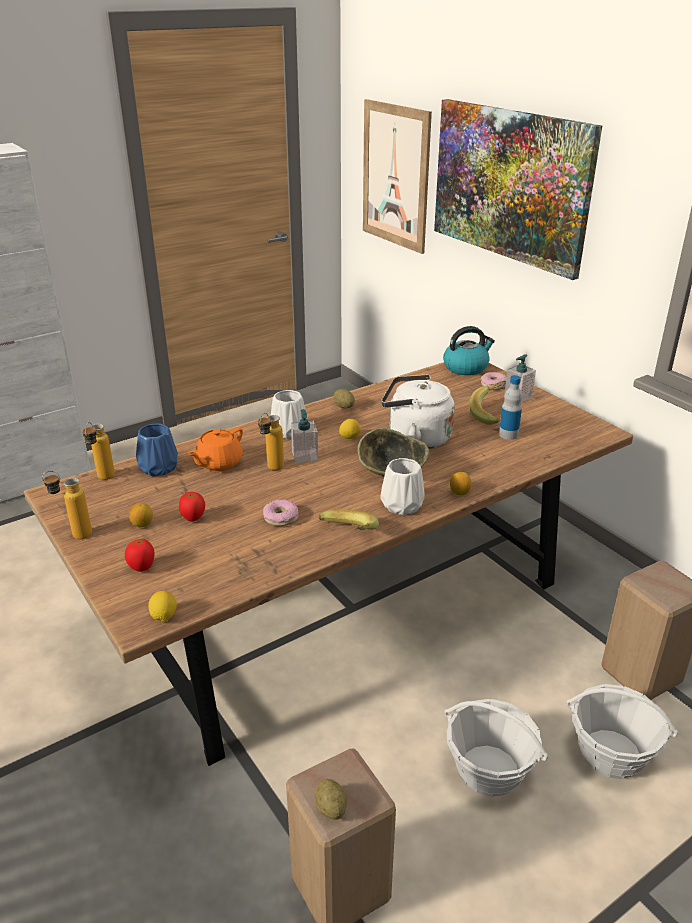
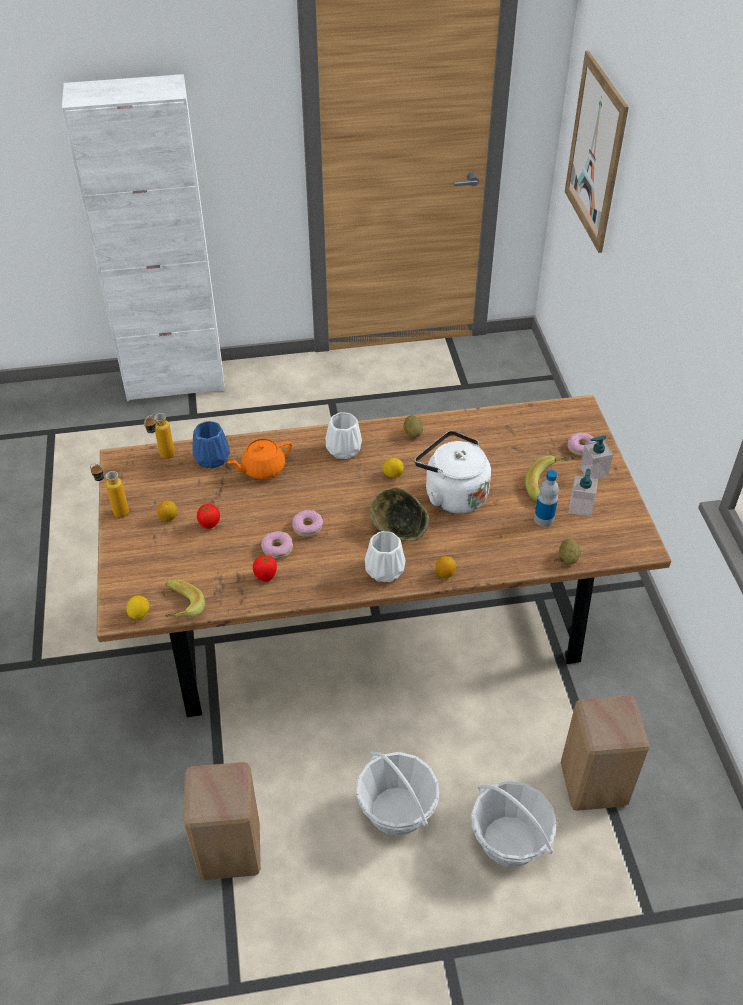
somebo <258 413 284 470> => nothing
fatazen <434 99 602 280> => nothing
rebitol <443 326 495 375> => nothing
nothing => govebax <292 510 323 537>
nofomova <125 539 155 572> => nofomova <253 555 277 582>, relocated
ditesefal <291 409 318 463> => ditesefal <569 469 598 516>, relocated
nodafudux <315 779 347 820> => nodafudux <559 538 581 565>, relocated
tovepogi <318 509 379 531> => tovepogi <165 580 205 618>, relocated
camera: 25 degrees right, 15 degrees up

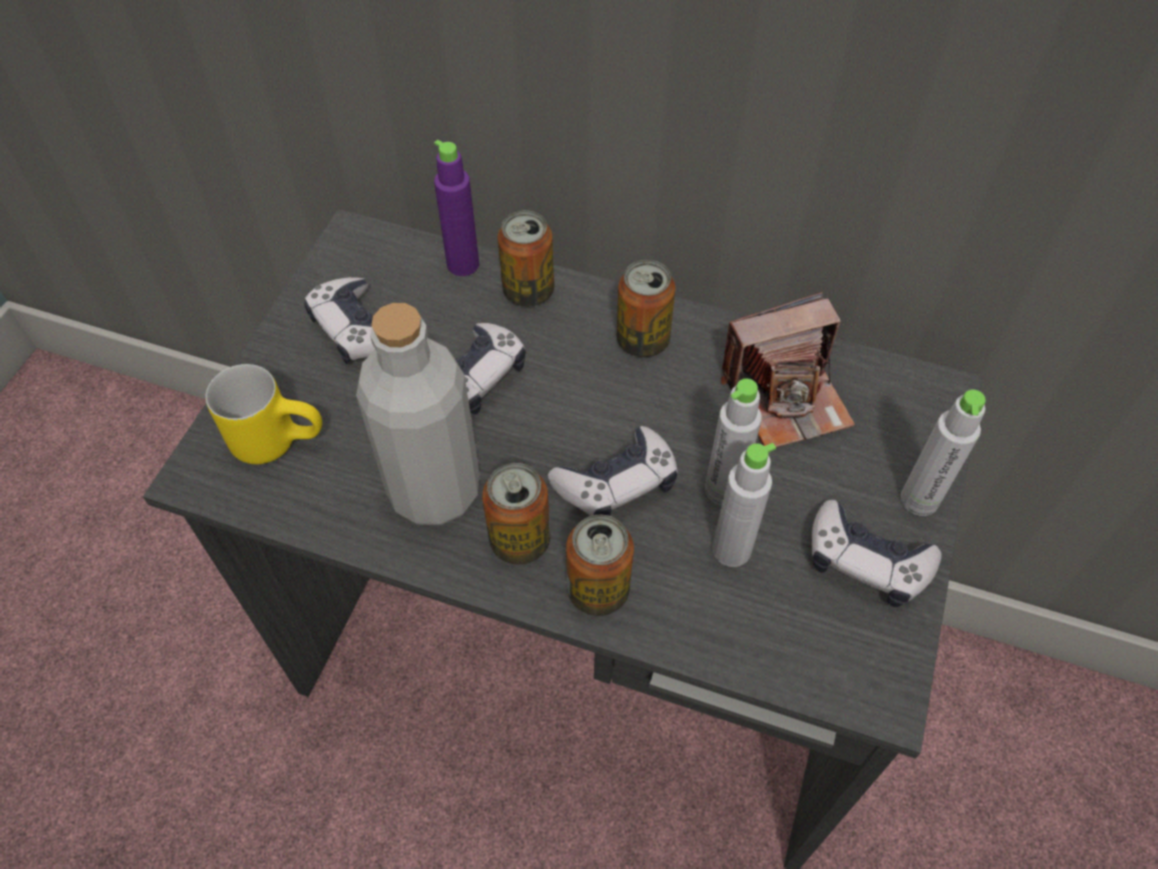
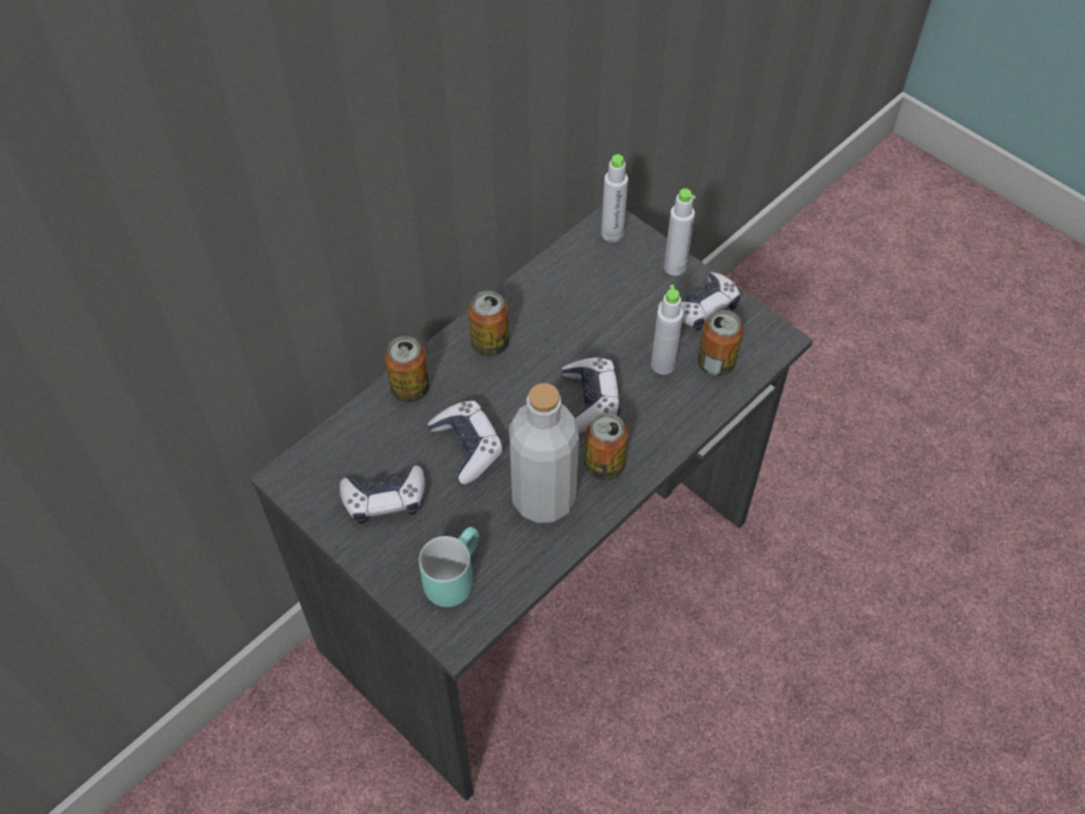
purple somebo <434 140 479 276> => nothing
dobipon <721 292 855 448> => nothing
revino <566 514 634 616> => revino <698 310 744 376>, relocated
grey somebo <705 378 762 505> => grey somebo <601 154 628 242>, relocated
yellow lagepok <205 364 322 464> => turquoise lagepok <419 527 479 607>
camera: 65 degrees left, 0 degrees up

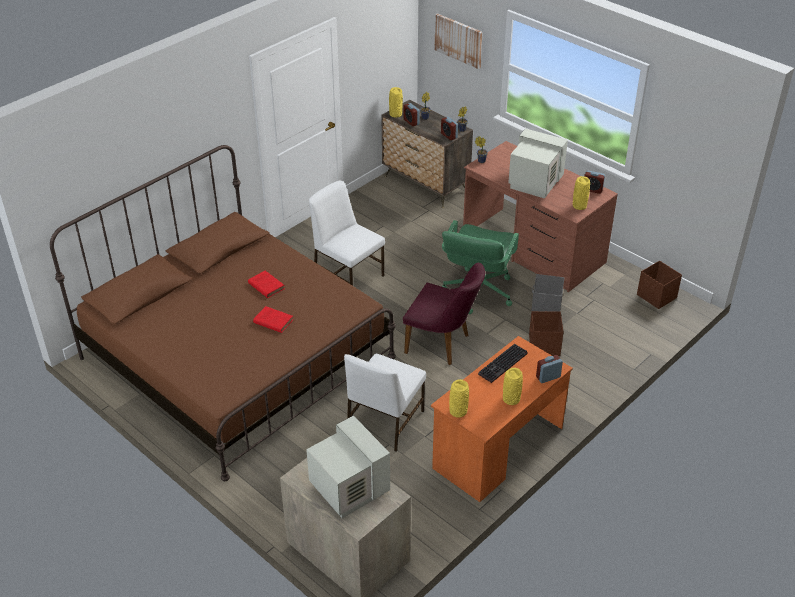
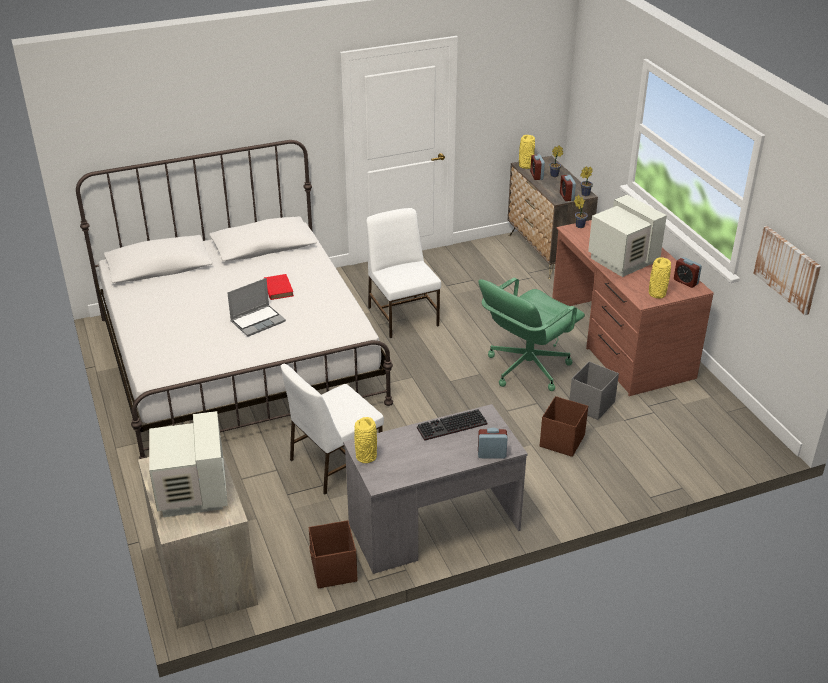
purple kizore <403 263 485 365> => nothing
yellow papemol <503 368 523 405> => nothing
fatazen <435 13 483 69> => fatazen <753 226 821 315>, relocated
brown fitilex <637 261 682 309> => brown fitilex <309 520 358 588>, relocated
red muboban <253 306 293 333> => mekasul <227 278 286 337>
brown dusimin <50 145 396 481> => white dusimin <76 140 393 459>
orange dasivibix <431 336 573 502> => grey dasivibix <343 404 528 574>
camera: 25 degrees right, 5 degrees down

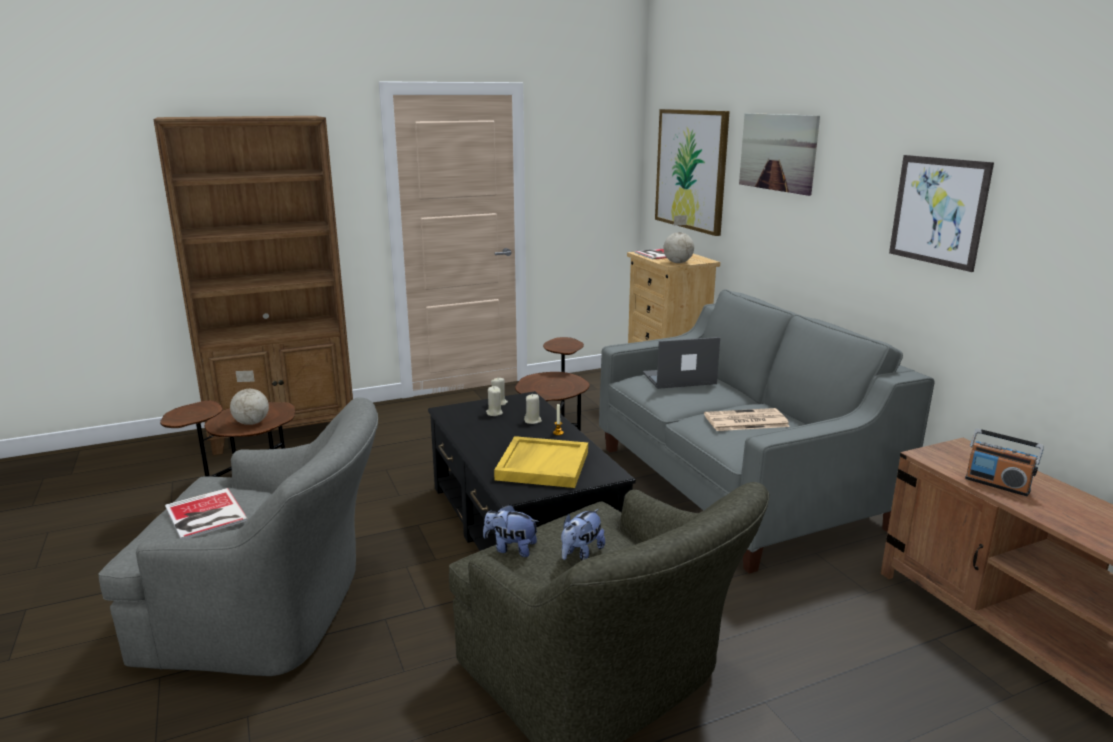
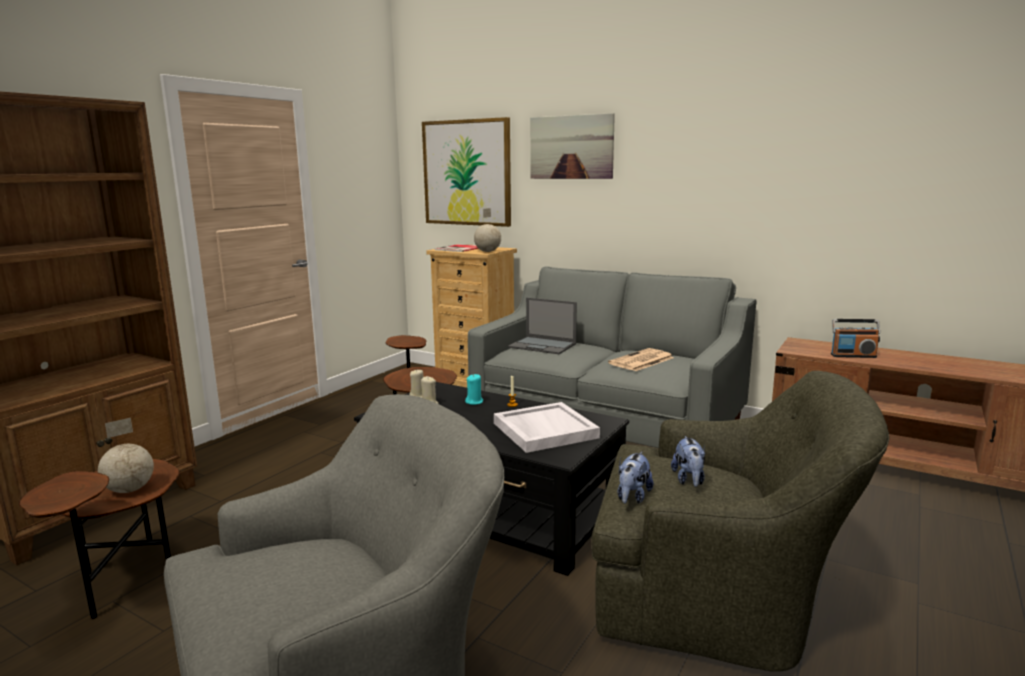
muboban <165 488 248 538> => nothing
fatazen <889 155 994 272> => nothing
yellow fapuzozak <494 436 588 488> => white fapuzozak <494 402 600 453>
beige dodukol <524 394 542 424> => turquoise dodukol <465 374 483 405>
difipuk <483 504 539 557> => difipuk <618 452 653 504>, 45 degrees counterclockwise
mekasul <643 337 720 389> => mekasul <508 298 577 354>, 105 degrees counterclockwise
camera: 35 degrees left, 5 degrees down

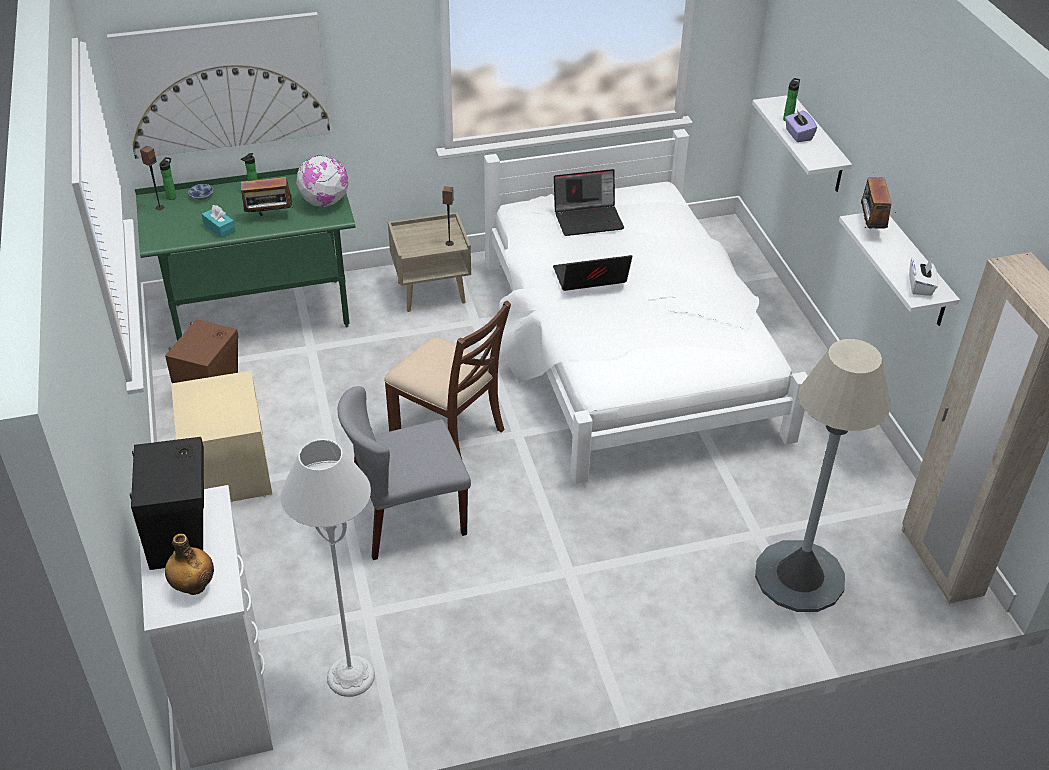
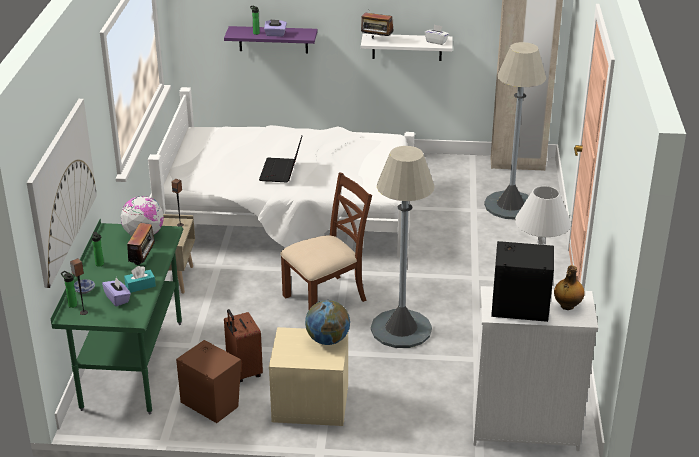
mekasul <554 169 624 236> => nothing
nothing => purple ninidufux <102 278 131 307>
nothing => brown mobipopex <224 309 263 382>
nothing => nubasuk <305 300 350 345>
grey kizore <338 386 471 560> => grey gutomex <371 146 435 348>
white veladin <752 95 852 192> => purple veladin <224 26 317 53>
camera: 70 degrees left, 10 degrees down

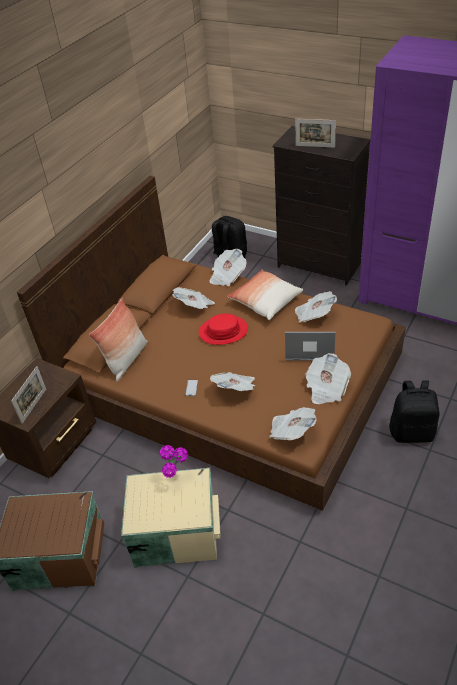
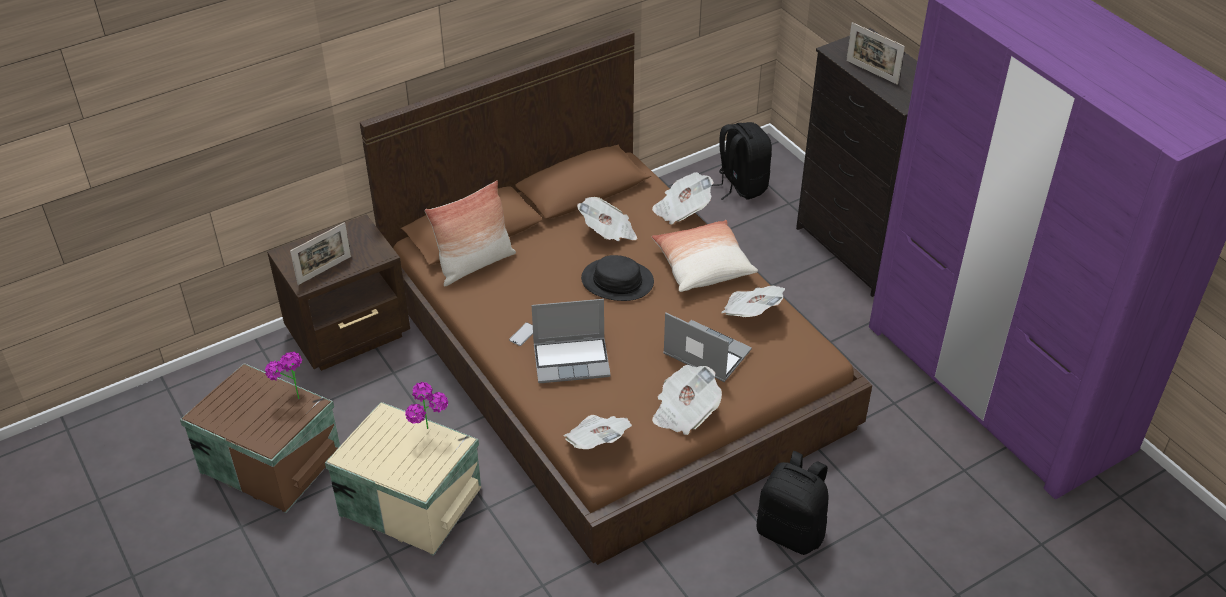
nothing => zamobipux <265 352 302 399>
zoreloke <210 372 255 391> => mekasul <531 299 611 383>
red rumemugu <199 314 248 345> => black rumemugu <581 255 654 301>
camera: 25 degrees right, 0 degrees up

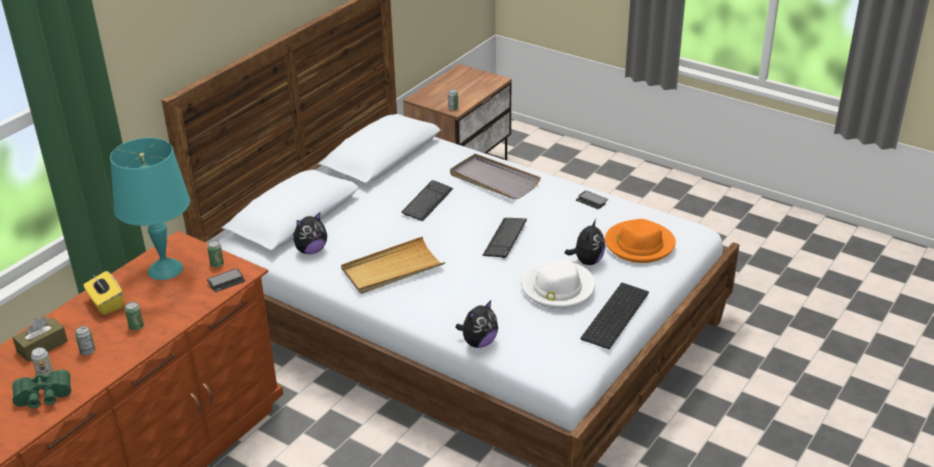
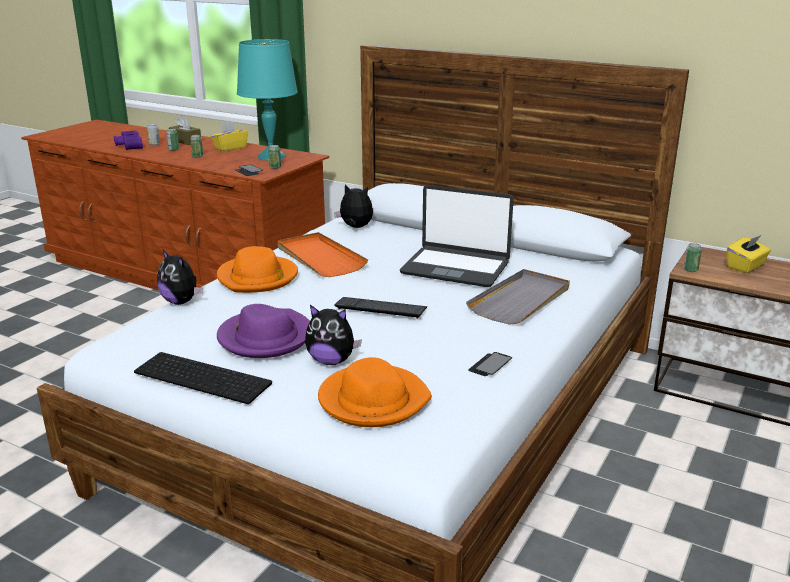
nothing => orange rumemugu <217 246 298 293>
nothing => yellow ninidufux <727 235 771 273>
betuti <402 180 453 221> => mekasul <400 185 514 287>
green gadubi <12 370 71 408> => purple gadubi <114 130 143 150>
beige fapuzozak <341 236 445 294> => orange fapuzozak <278 232 368 277>
white rumemugu <521 259 595 309> => purple rumemugu <217 304 310 358>
difipuk <293 212 327 254> => difipuk <334 184 373 228>, 150 degrees clockwise
camera: 85 degrees right, 10 degrees down

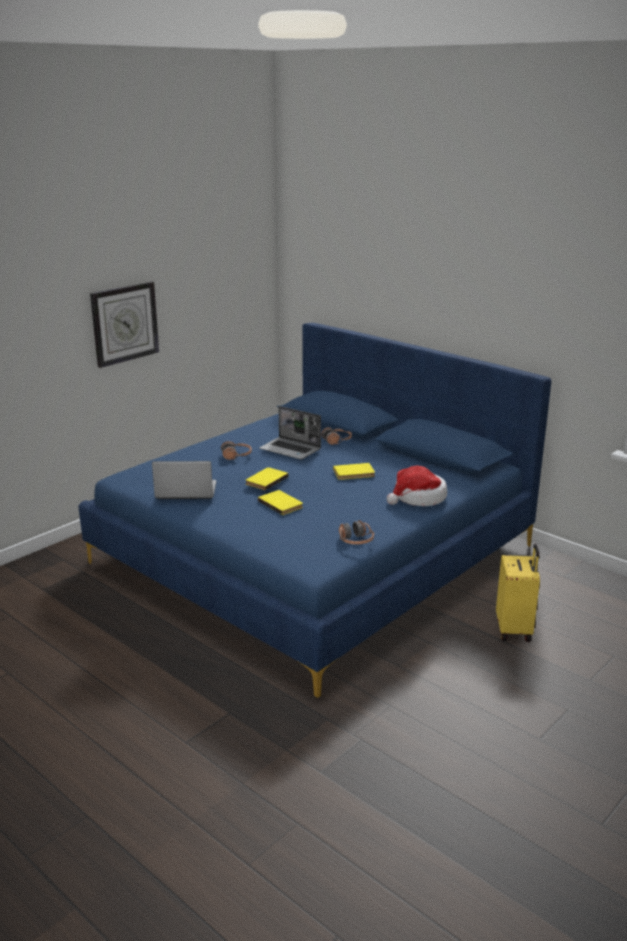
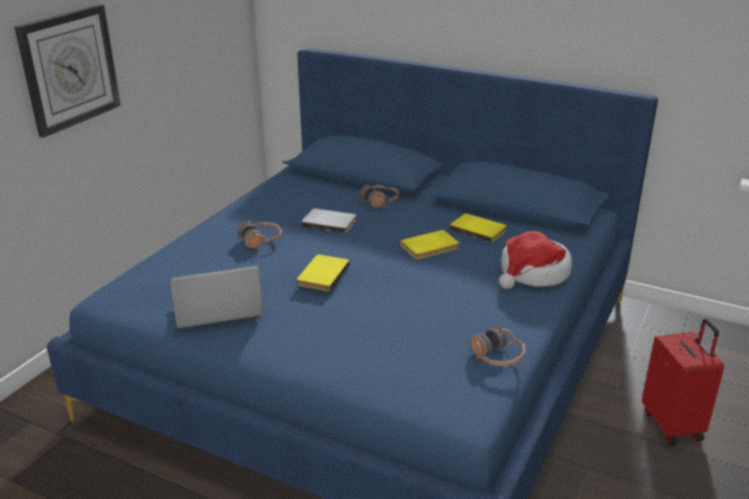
yellow muboban <258 490 303 515> => yellow muboban <449 213 507 243>, relocated
mekasul <259 406 321 459> => white muboban <301 208 356 233>
yellow mobipopex <496 544 540 642> => red mobipopex <642 319 724 446>
camera: 15 degrees left, 5 degrees up

